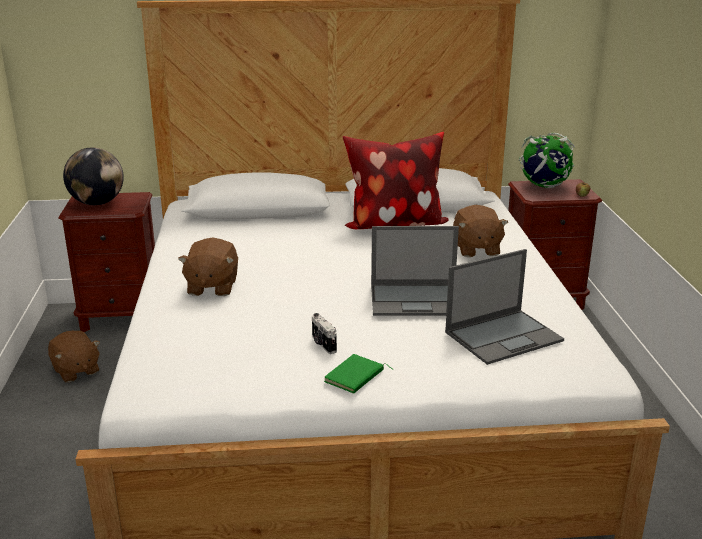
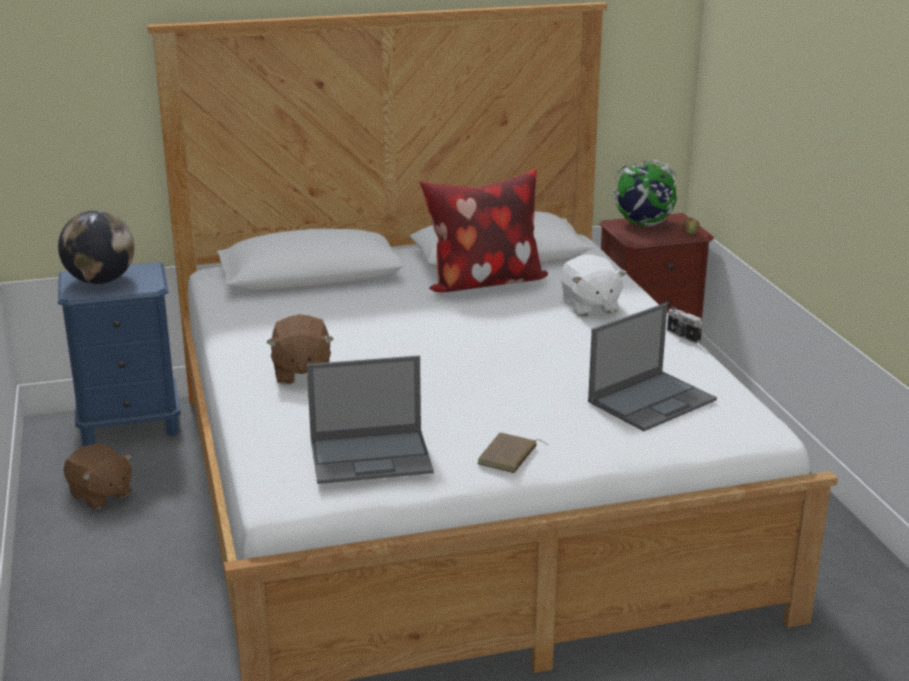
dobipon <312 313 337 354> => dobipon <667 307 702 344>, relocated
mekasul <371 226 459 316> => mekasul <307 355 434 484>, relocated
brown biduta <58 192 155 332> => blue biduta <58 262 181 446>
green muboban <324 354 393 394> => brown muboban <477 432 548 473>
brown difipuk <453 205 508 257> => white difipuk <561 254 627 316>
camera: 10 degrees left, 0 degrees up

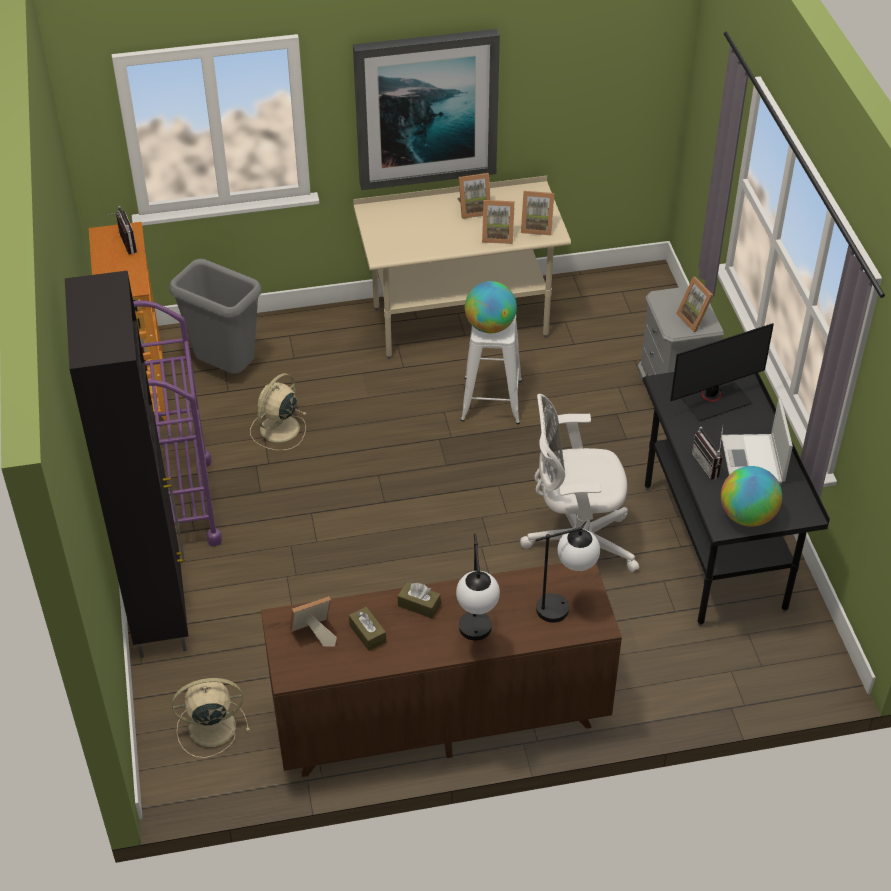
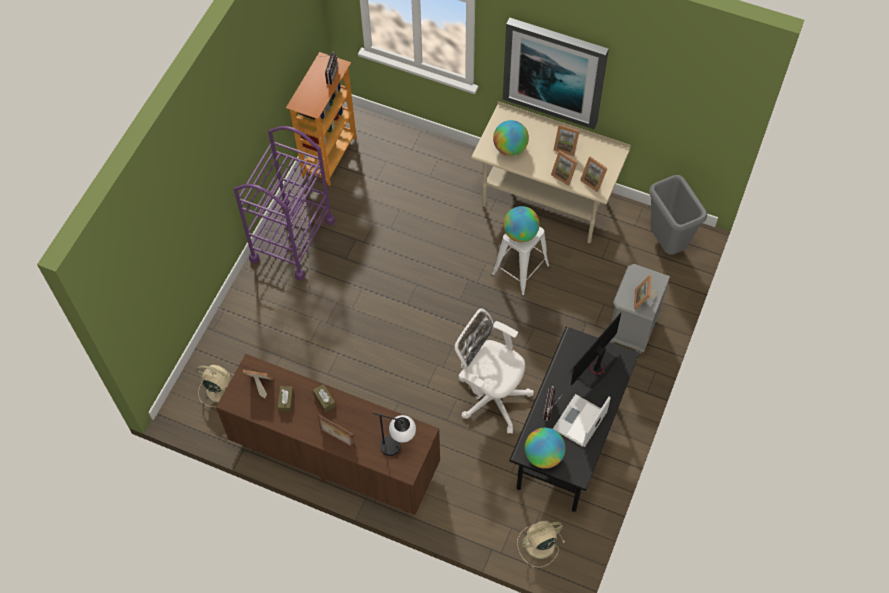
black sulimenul <65 270 188 658> => nothing
nothing => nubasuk <493 120 529 156>
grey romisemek <169 259 261 373> => grey romisemek <649 175 707 255>, relocated
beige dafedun <250 373 306 451> => beige dafedun <517 521 565 567>, relocated
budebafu <456 534 500 640> => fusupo <317 414 356 448>
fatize <670 323 774 421> => fatize <569 312 621 389>, 120 degrees clockwise
camera: 35 degrees right, 15 degrees up

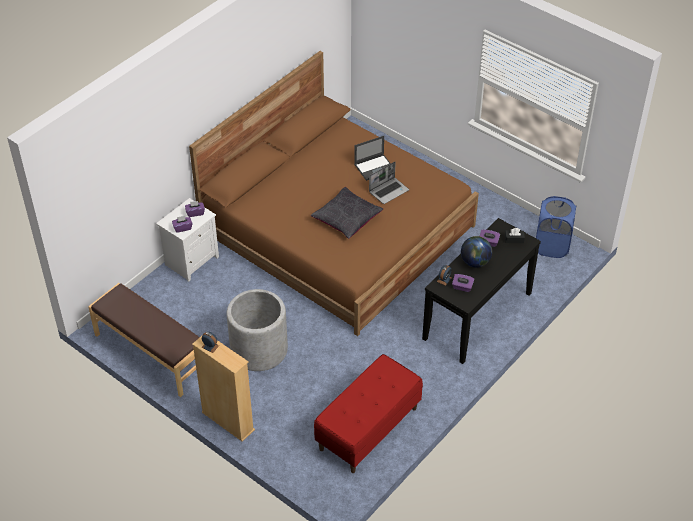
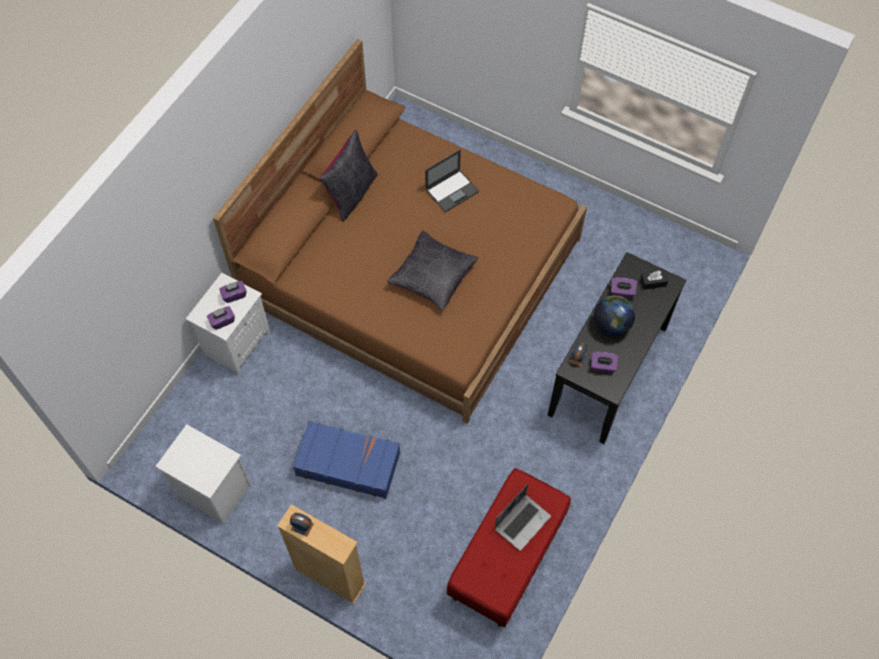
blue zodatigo <536 196 577 258> => nothing
nothing => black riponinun <319 130 378 222>
mekasul <369 162 409 204> => mekasul <494 484 551 551>, relocated
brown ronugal <88 283 200 397> => white biduta <155 424 252 524>
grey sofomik <226 289 288 371> => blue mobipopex <293 421 400 499>
camera: 10 degrees left, 15 degrees up

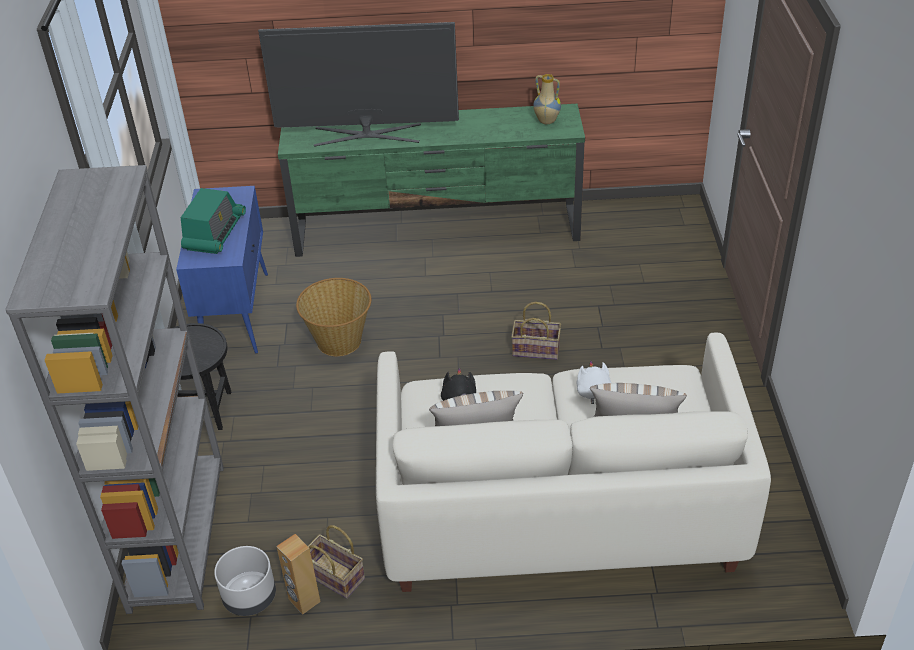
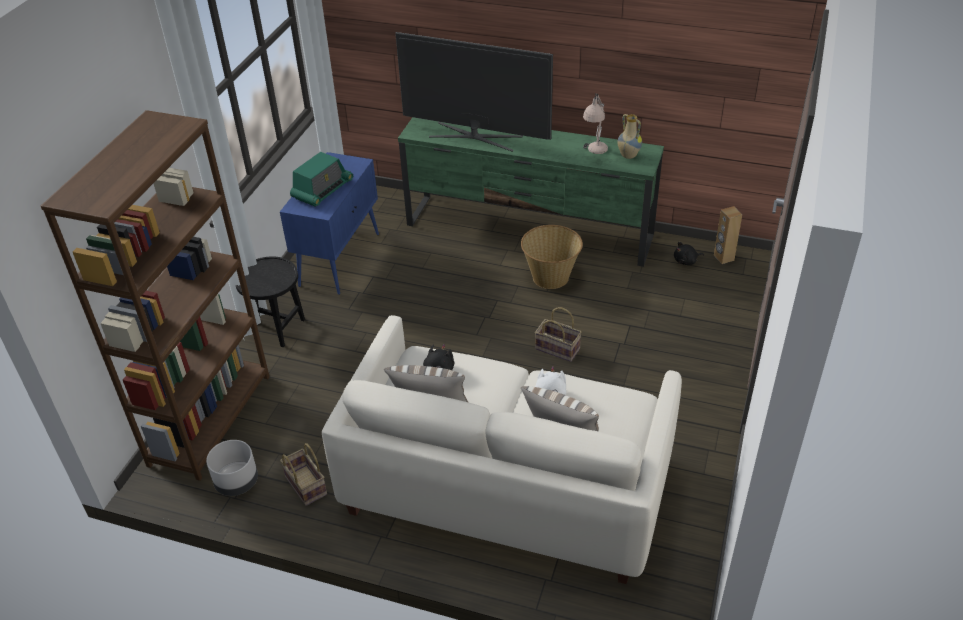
nothing => beige budebafu <583 93 608 154>
nothing => black difipuk <674 242 704 265>
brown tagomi <276 534 321 615> => brown tagomi <714 206 742 264>, relocated
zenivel <296 278 371 356> => zenivel <521 225 583 289>, relocated
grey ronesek <5 165 224 614> => brown ronesek <41 110 270 481>
camera: 20 degrees right, 0 degrees up

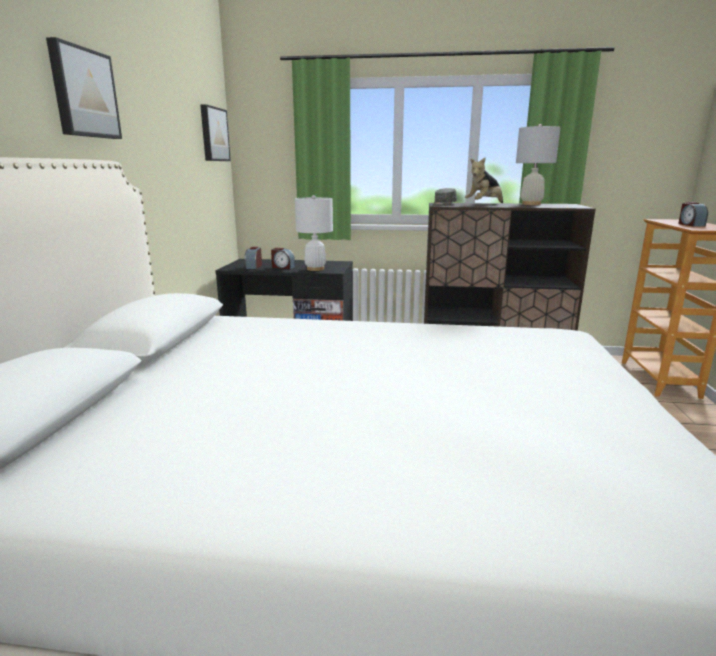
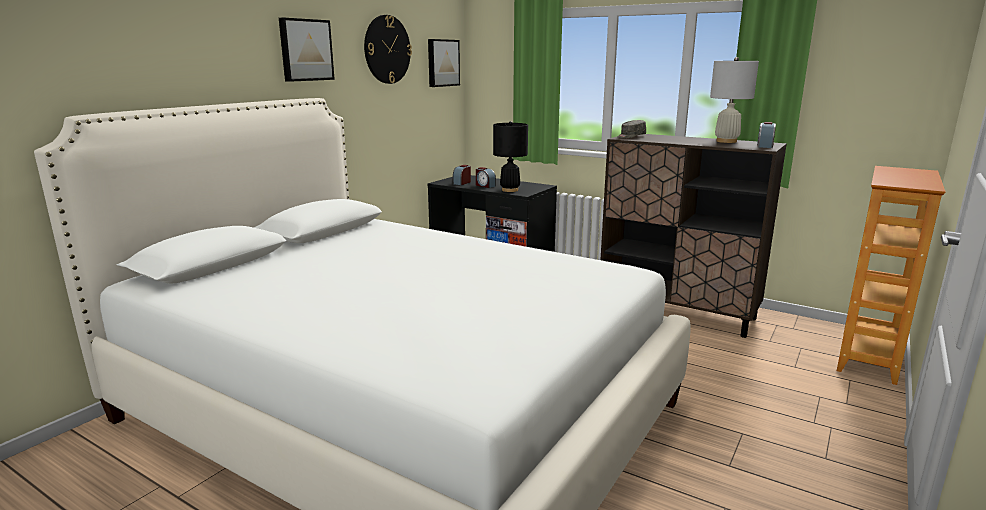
difipuk <465 157 503 203> => nothing
nothing => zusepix <364 15 412 84>
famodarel <678 202 708 227> => famodarel <757 122 776 148>, relocated
white budebafu <295 195 333 271> => black budebafu <493 121 528 192>
camera: 25 degrees right, 0 degrees up

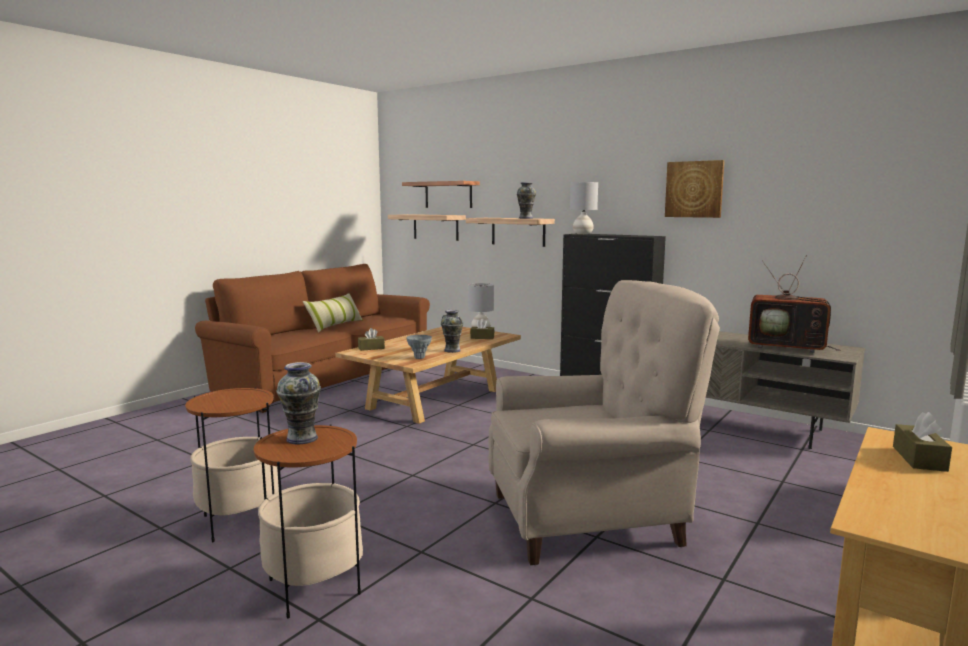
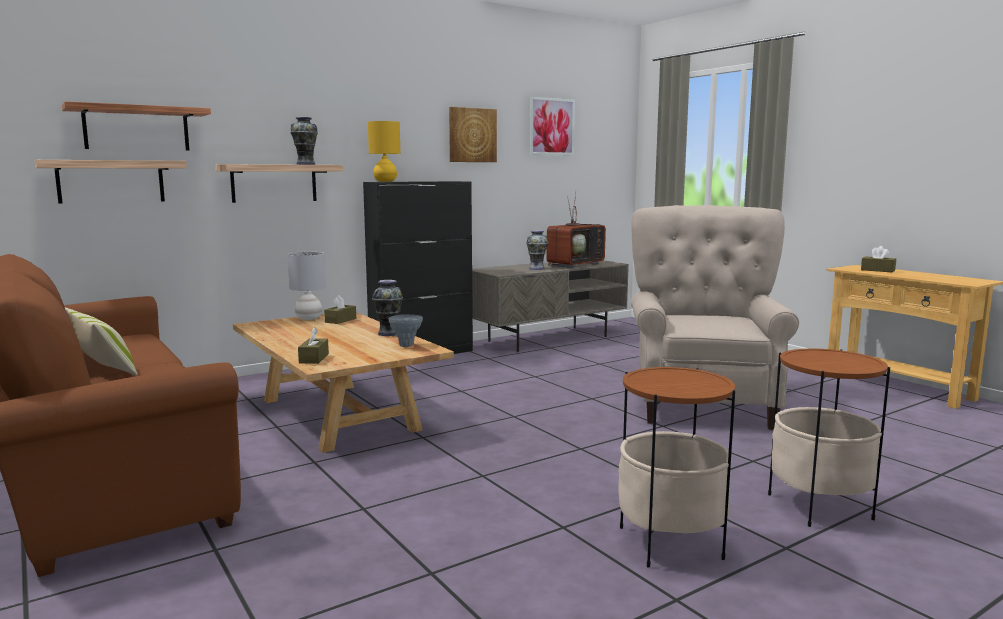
nothing => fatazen <529 97 575 155>
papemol <277 362 321 444> => papemol <526 230 548 270>, relocated
grey budebafu <570 182 598 234> => yellow budebafu <368 121 400 182>
camera: 70 degrees left, 0 degrees up

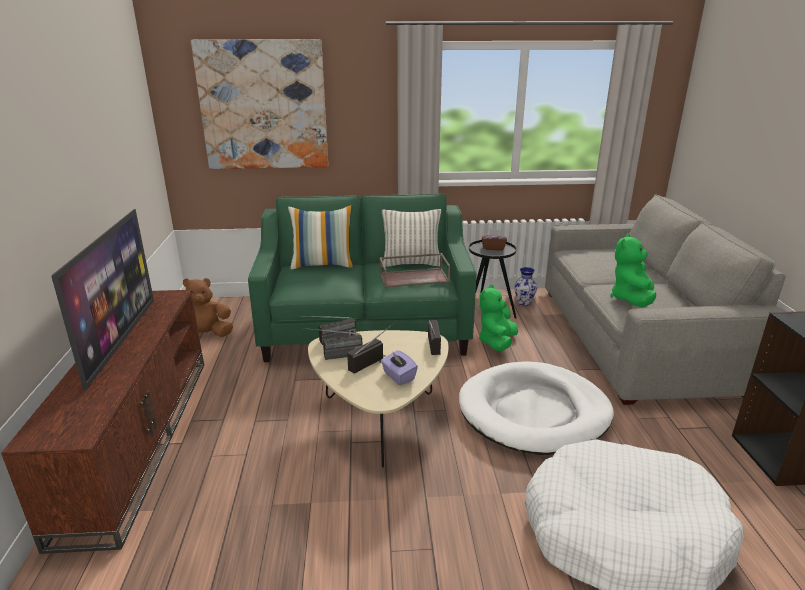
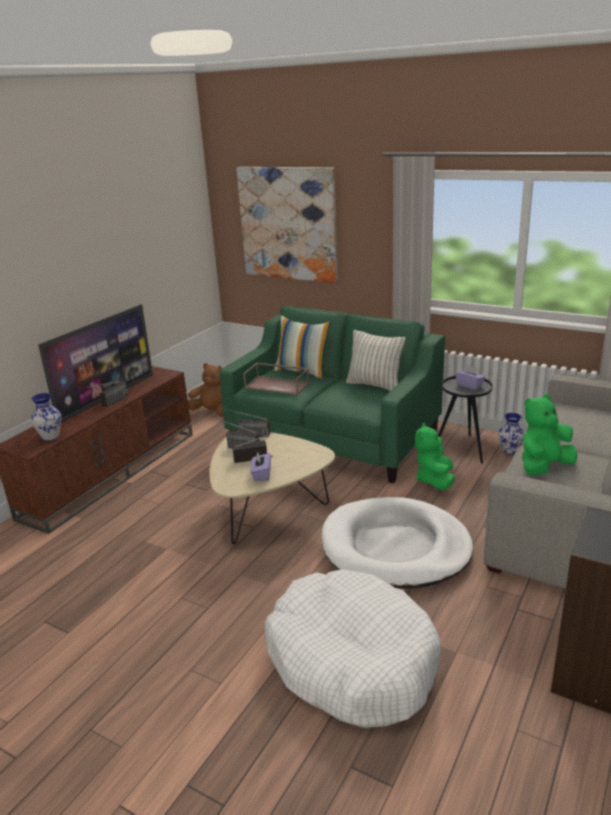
nothing => papemol <31 393 61 441>
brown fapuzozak <379 253 450 288> => brown fapuzozak <243 363 310 395>, relocated
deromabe <428 320 441 355> => deromabe <85 381 128 407>, relocated
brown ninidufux <482 229 507 251> => purple ninidufux <455 366 485 390>
green difipuk <479 284 518 351> => green difipuk <415 423 455 490>, 45 degrees counterclockwise
camera: 35 degrees right, 0 degrees up

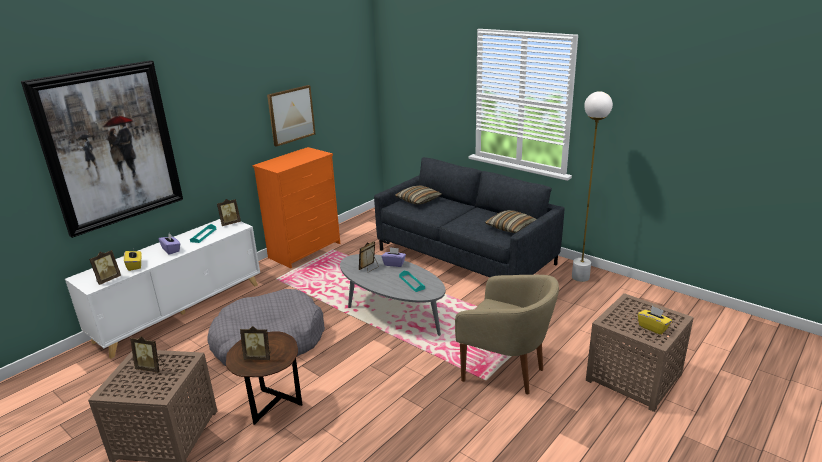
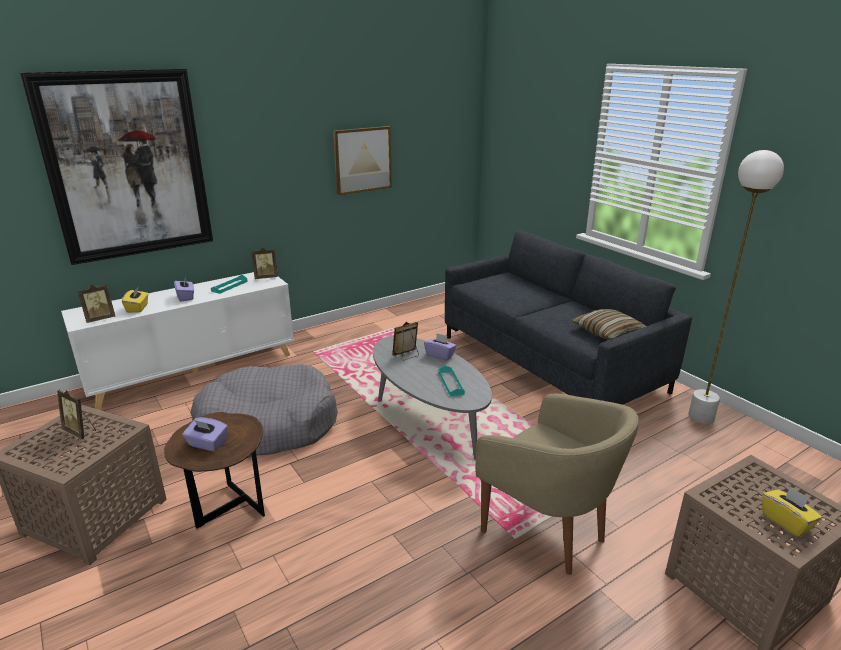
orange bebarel <252 147 340 268> => nothing
riponinun <395 185 442 204> => nothing
fusupo <240 326 270 360> => purple ninidufux <183 417 228 452>
camera: 15 degrees right, 0 degrees up

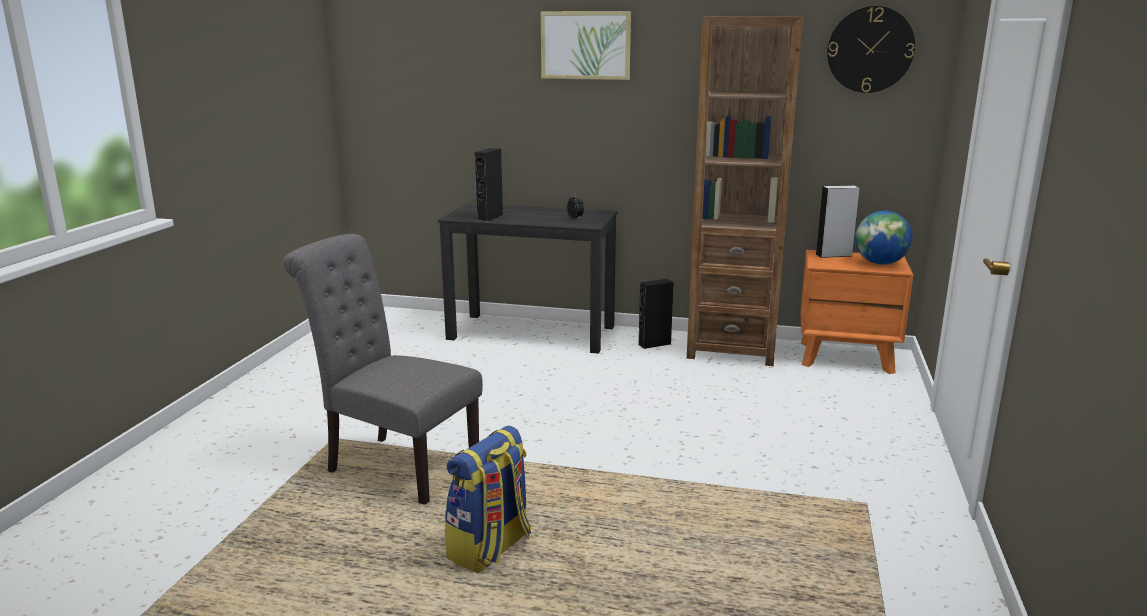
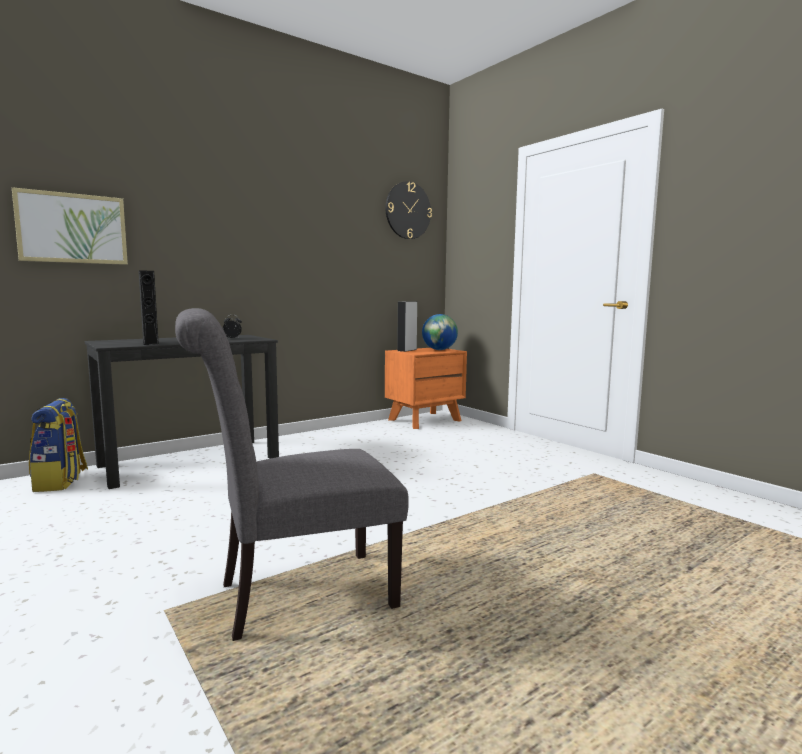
black tagomi <638 279 673 349> => nothing
brown ronesek <687 17 803 366> => nothing
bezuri <445 426 531 573> => bezuri <29 398 88 492>, relocated
fatazen <541 11 631 80> => fatazen <12 187 128 265>, relocated
camera: 50 degrees left, 10 degrees down

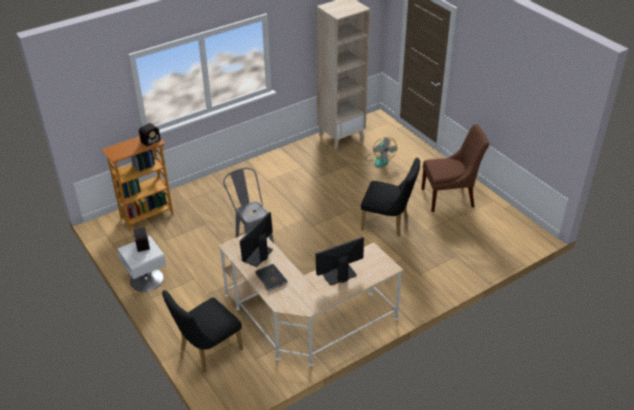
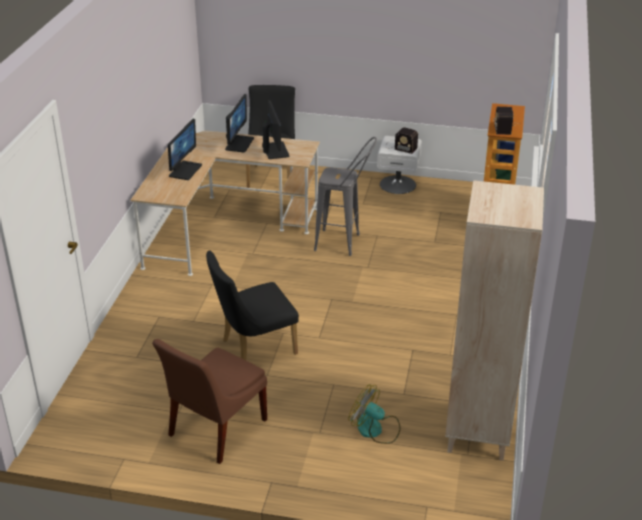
black muboban <255 264 287 291> => fatize <225 94 254 152>
camera: 135 degrees right, 5 degrees down

